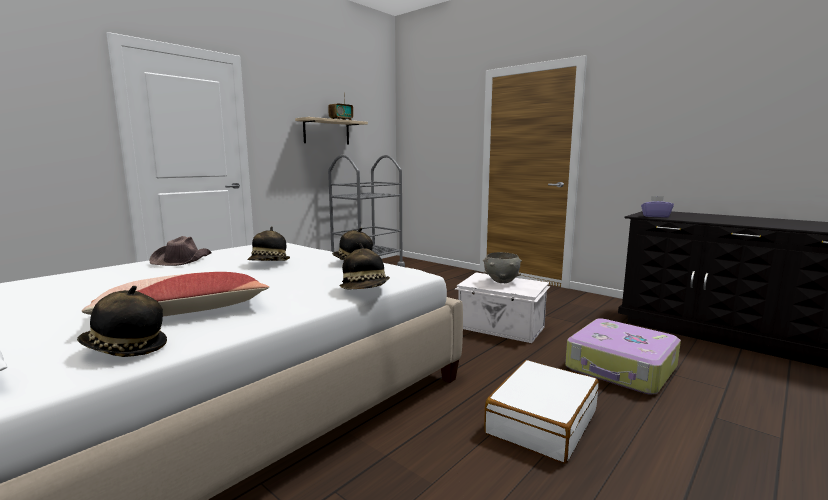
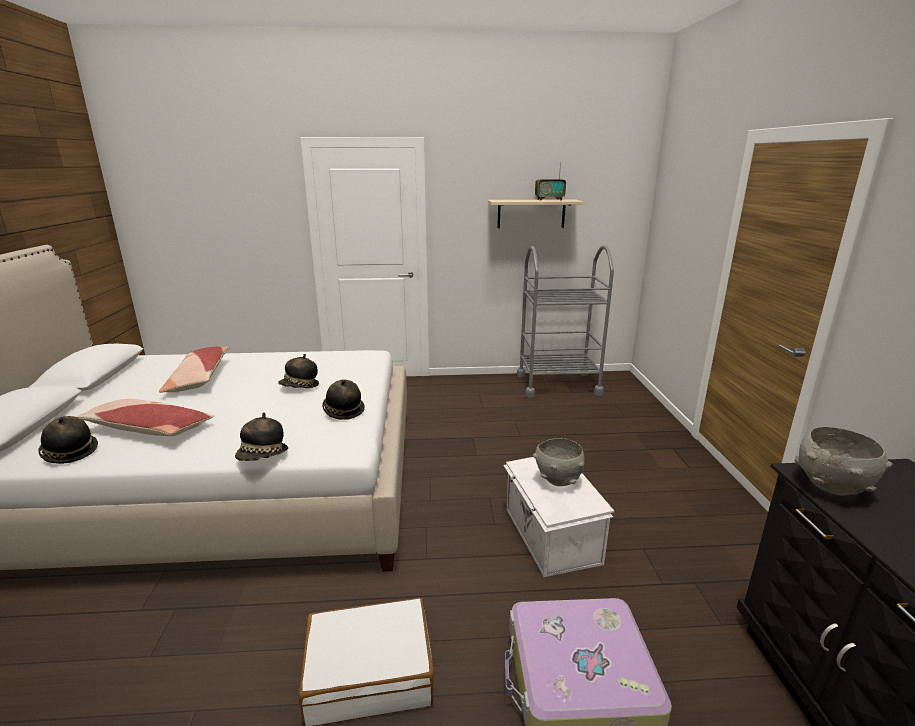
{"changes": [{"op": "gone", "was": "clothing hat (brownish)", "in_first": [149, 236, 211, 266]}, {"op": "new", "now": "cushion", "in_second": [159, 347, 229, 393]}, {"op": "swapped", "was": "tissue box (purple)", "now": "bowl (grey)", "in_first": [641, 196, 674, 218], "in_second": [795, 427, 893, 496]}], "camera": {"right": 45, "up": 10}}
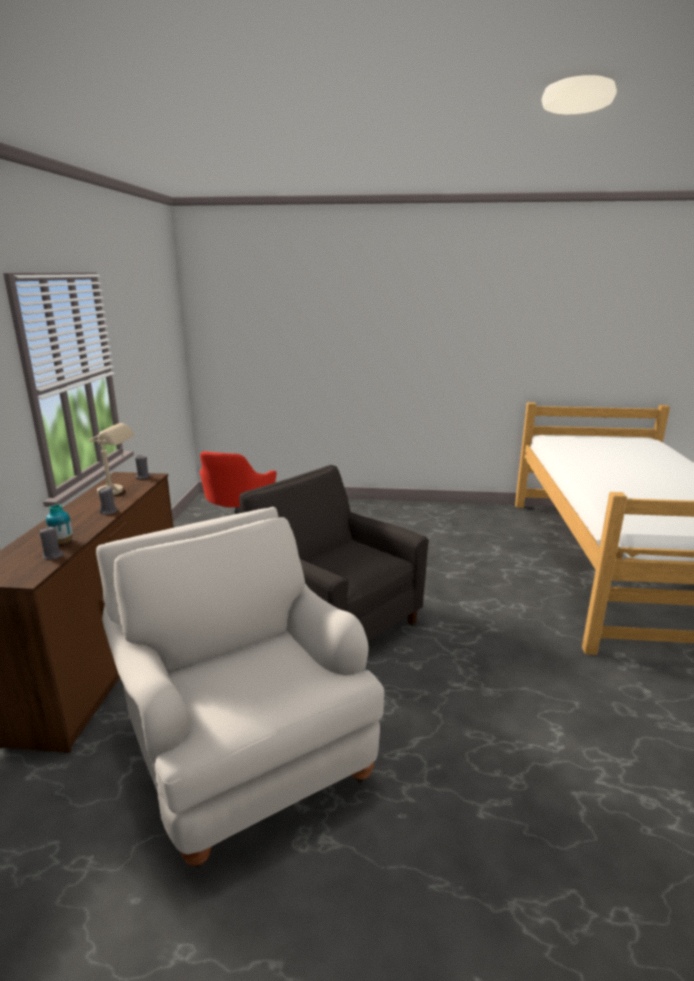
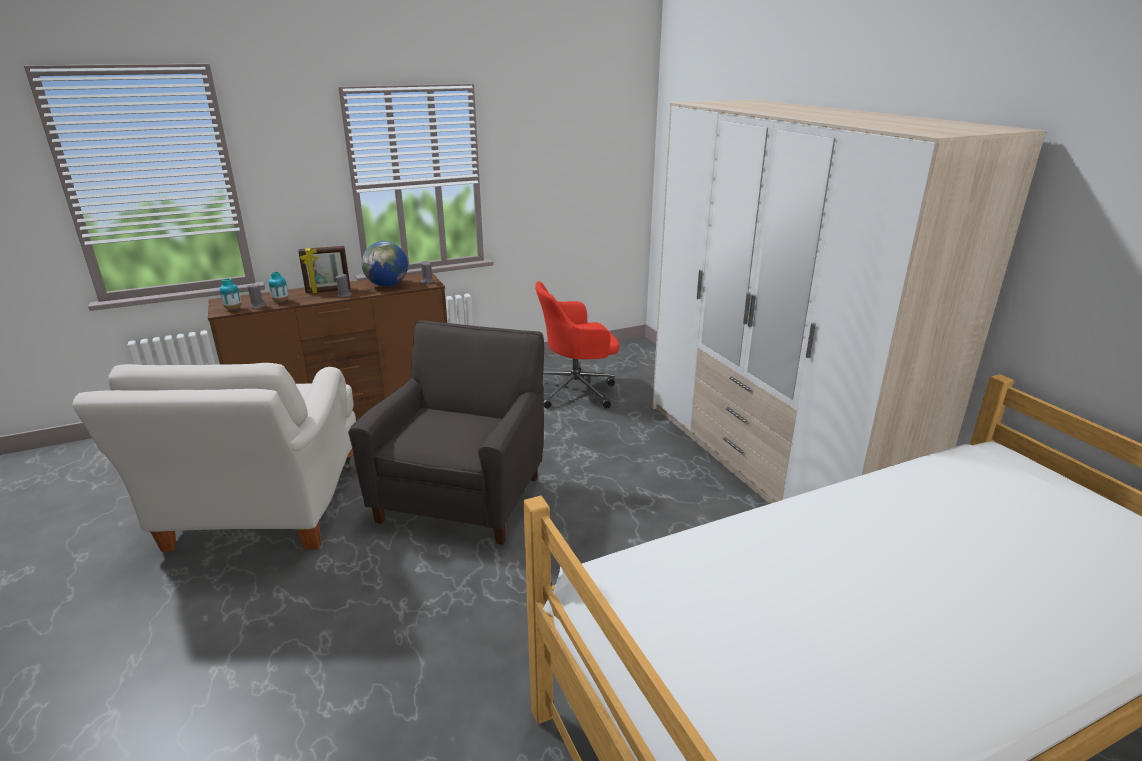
{"changes": [{"op": "new", "now": "decorative vase", "in_second": [220, 278, 241, 310]}, {"op": "new", "now": "standing frame", "in_second": [298, 246, 351, 293]}, {"op": "new", "now": "wardrobe", "in_second": [652, 99, 1046, 504]}, {"op": "swapped", "was": "tabletop lamp (beige)", "now": "desk globe", "in_first": [89, 423, 134, 495], "in_second": [362, 241, 408, 287]}, {"op": "rotated", "was": "easy chair (whitish)", "in_first": [96, 507, 384, 868], "in_second": [73, 363, 356, 552], "clockwise": 150}], "camera": {"right": 60, "up": 5}}
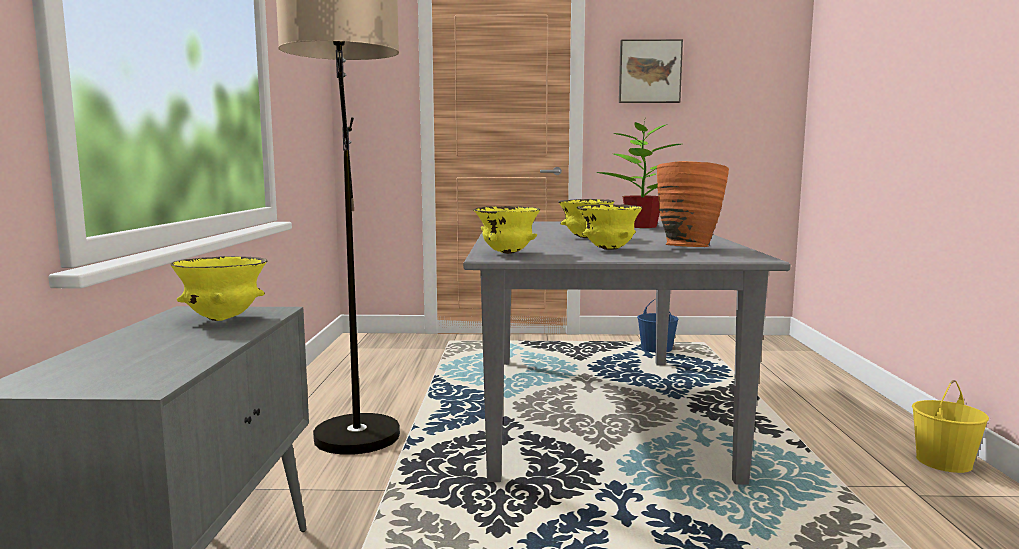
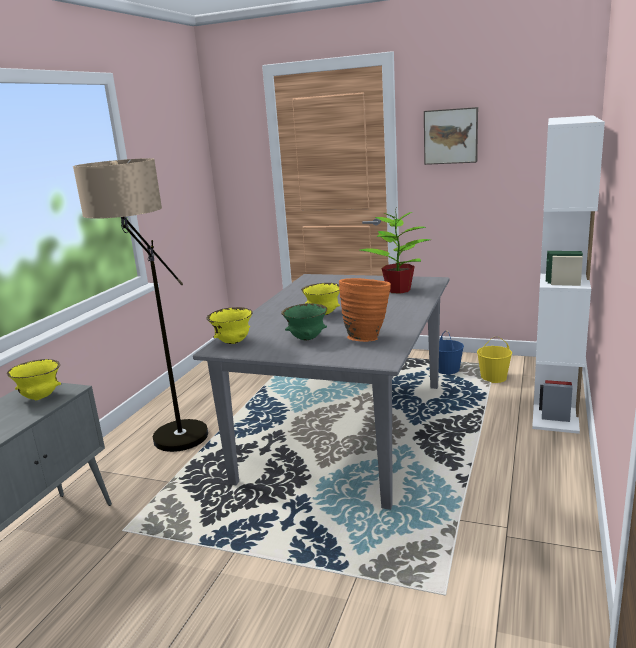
{"changes": [{"op": "new", "now": "bookcase (whitish)", "in_second": [532, 115, 605, 434]}, {"op": "shifted", "was": "pail (yellow)", "in_first": [912, 380, 989, 473], "in_second": [477, 336, 512, 383]}, {"op": "repainted", "was": "bowl (yellow)", "now": "bowl (green-coloured)", "in_first": [577, 204, 642, 250], "in_second": [281, 303, 327, 340]}], "camera": {"right": 20, "up": 10}}
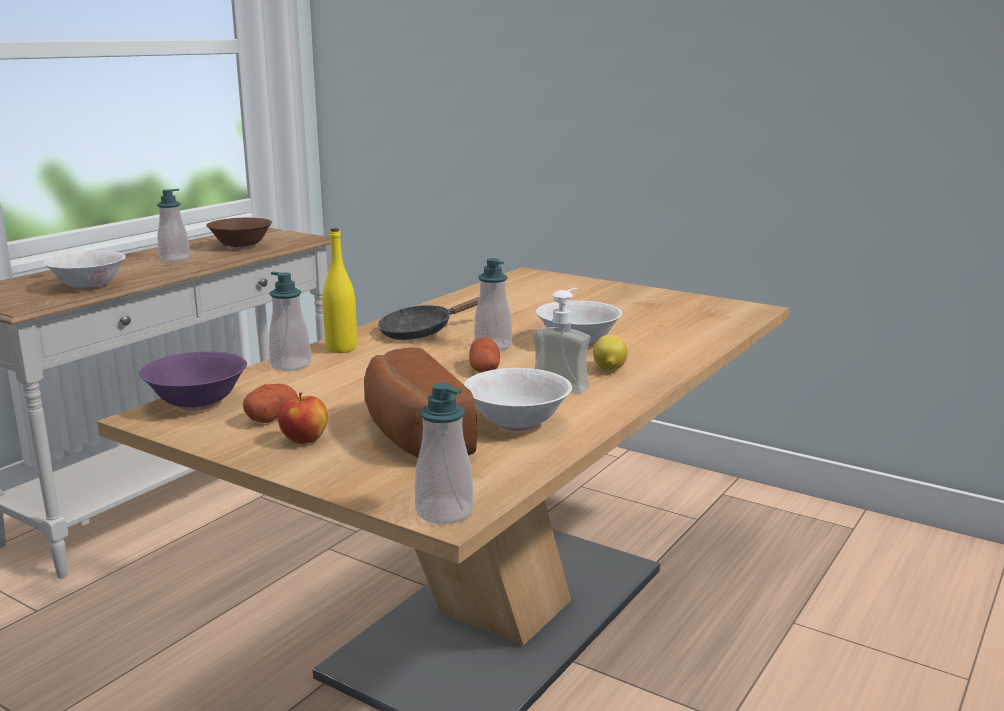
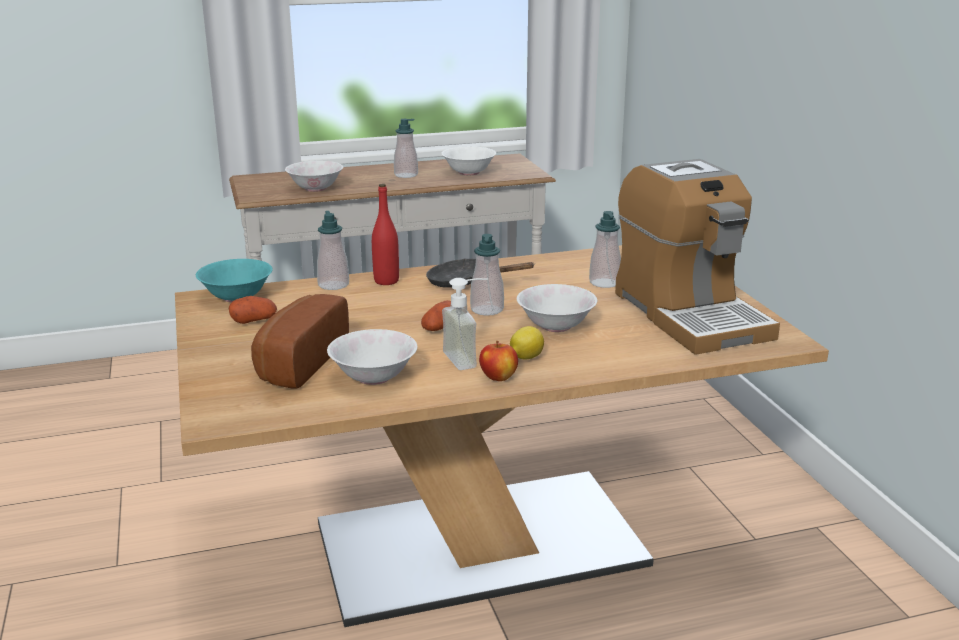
{"changes": [{"op": "new", "now": "coffee machine", "in_second": [615, 159, 780, 355]}, {"op": "shifted", "was": "apple", "in_first": [278, 392, 328, 444], "in_second": [479, 341, 518, 381]}, {"op": "shifted", "was": "soap bottle", "in_first": [415, 383, 473, 524], "in_second": [589, 211, 621, 288]}, {"op": "repainted", "was": "bowl (purple)", "now": "bowl (turquoise)", "in_first": [139, 352, 247, 411], "in_second": [196, 259, 273, 302]}, {"op": "repainted", "was": "bowl (brownish)", "now": "bowl (whitish)", "in_first": [206, 218, 272, 249], "in_second": [441, 146, 496, 175]}, {"op": "repainted", "was": "bottle (yellow)", "now": "bottle (reddish)", "in_first": [322, 228, 357, 353], "in_second": [372, 184, 399, 285]}], "camera": {"right": 40, "up": 5}}
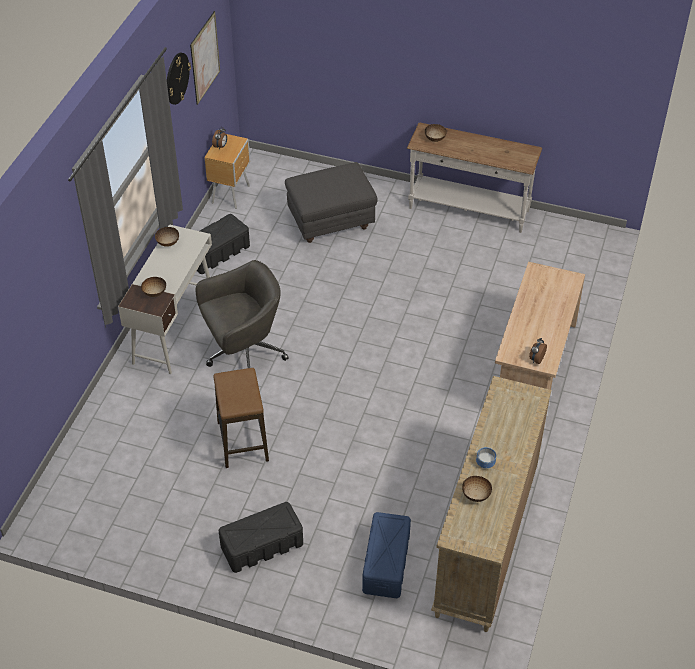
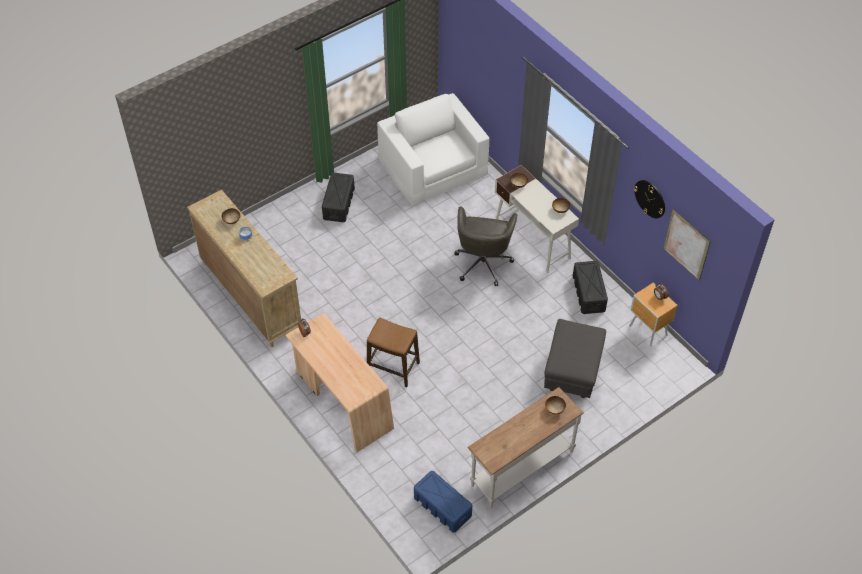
{"changes": [{"op": "new", "now": "easy chair (whitish)", "in_second": [377, 93, 489, 205]}, {"op": "shifted", "was": "stool", "in_first": [213, 368, 269, 468], "in_second": [367, 317, 420, 387]}, {"op": "shifted", "was": "storage bin (bluish)", "in_first": [362, 512, 411, 598], "in_second": [414, 471, 472, 533]}], "camera": {"right": 125, "up": 5}}
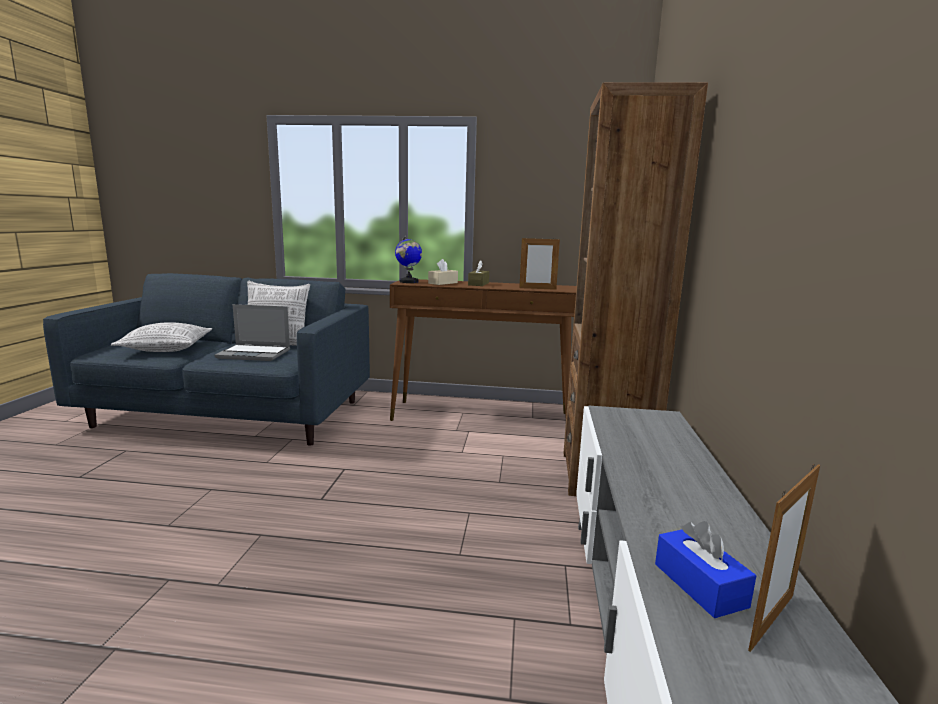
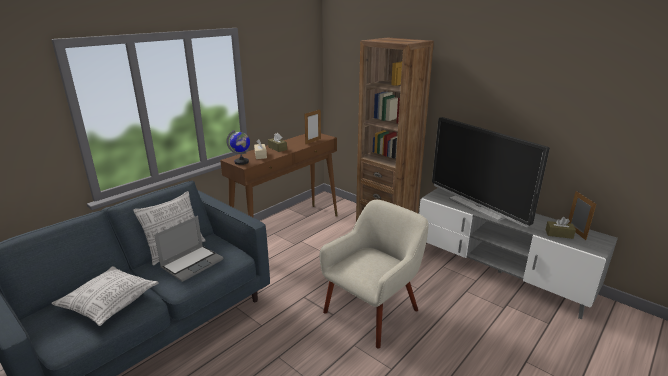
{"changes": [{"op": "new", "now": "easy chair (beige)", "in_second": [319, 200, 428, 348]}, {"op": "new", "now": "TV set", "in_second": [432, 117, 550, 227]}, {"op": "repainted", "was": "tissue box (bluish)", "now": "tissue box (brownish)", "in_first": [655, 521, 756, 618], "in_second": [545, 217, 576, 239]}], "camera": {"right": -55, "up": 10}}
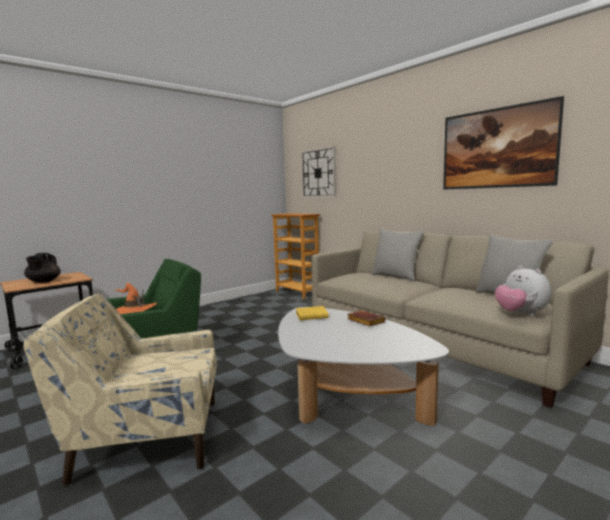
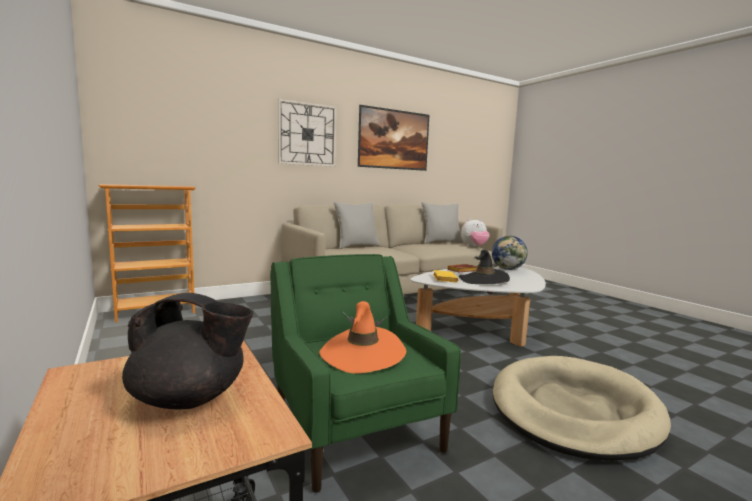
{"changes": [{"op": "new", "now": "clothing hat (blackish)", "in_second": [459, 249, 510, 284]}, {"op": "new", "now": "desk globe", "in_second": [492, 236, 527, 270]}, {"op": "shifted", "was": "wall clock", "in_first": [301, 146, 336, 198], "in_second": [278, 99, 336, 167]}, {"op": "swapped", "was": "easy chair (beige)", "now": "dog cushion (beige)", "in_first": [23, 294, 217, 486], "in_second": [493, 356, 671, 461]}], "camera": {"right": -80, "up": 0}}
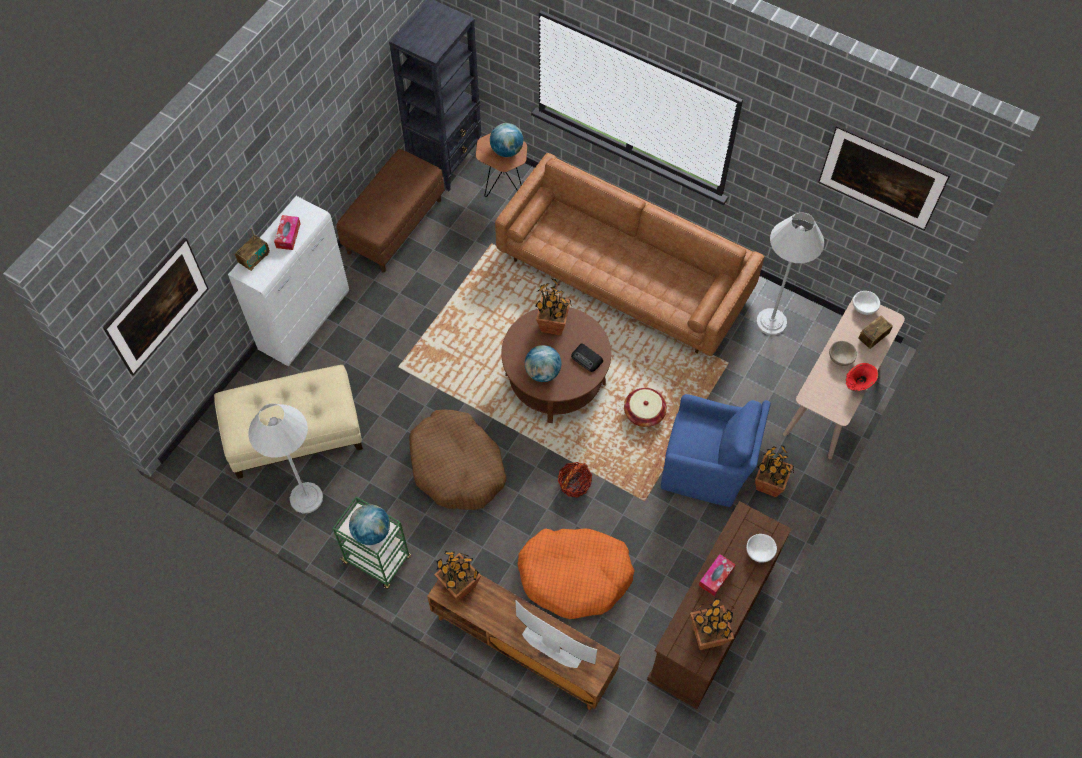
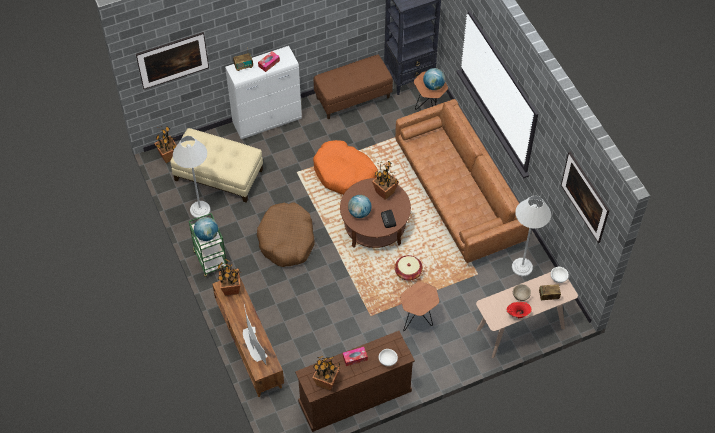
{"changes": [{"op": "gone", "was": "basket", "in_first": [558, 462, 592, 498]}, {"op": "shifted", "was": "dog cushion (orange-coloured)", "in_first": [518, 528, 635, 619], "in_second": [313, 140, 378, 195]}, {"op": "shifted", "was": "plant in a pot", "in_first": [755, 446, 794, 497], "in_second": [154, 126, 177, 163]}, {"op": "swapped", "was": "easy chair (bluish)", "now": "accent table (brownish)", "in_first": [661, 394, 771, 507], "in_second": [400, 282, 439, 331]}], "camera": {"right": 35, "up": -5}}
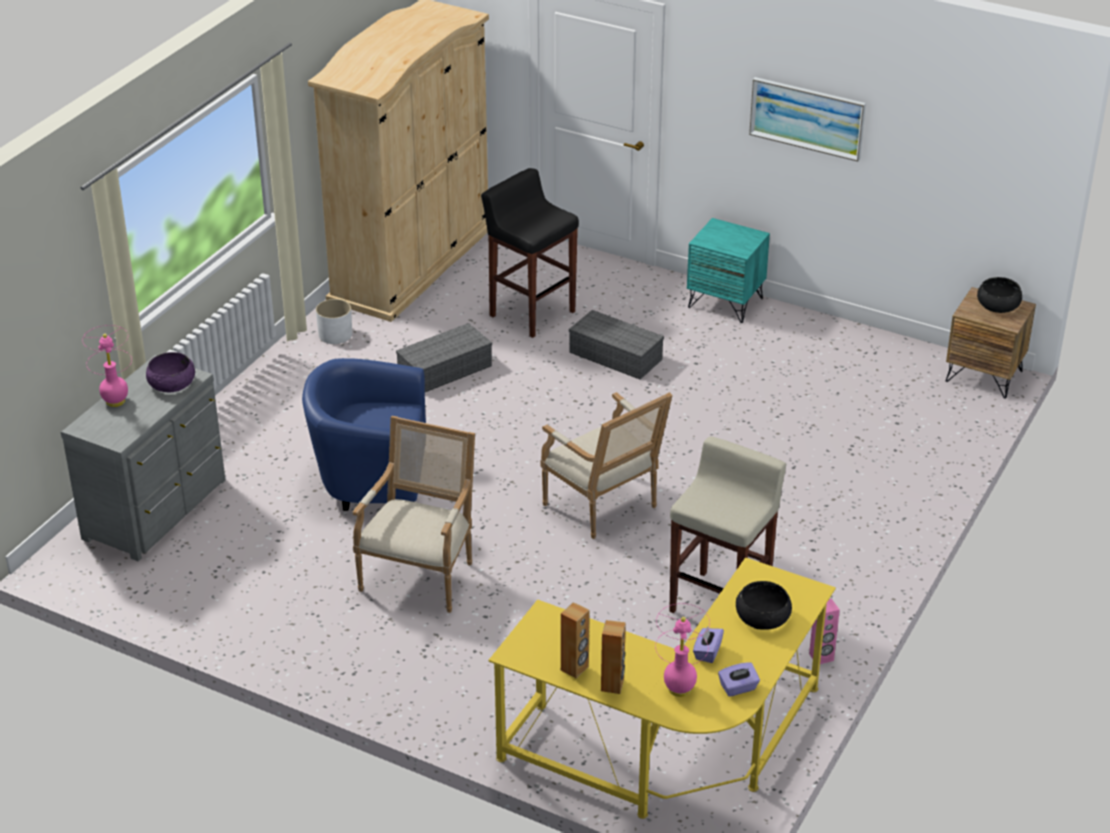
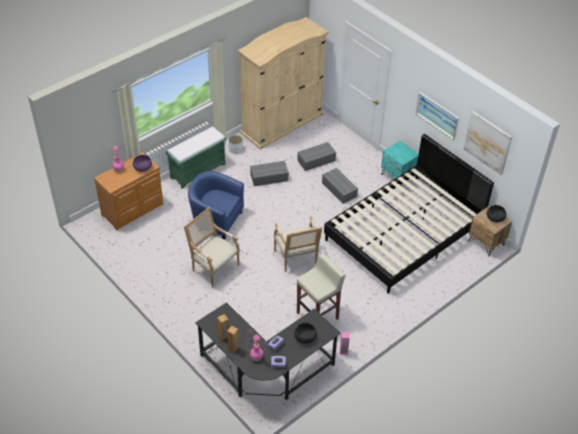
{"changes": [{"op": "new", "now": "long seat (green-coloured)", "in_second": [166, 126, 227, 189]}, {"op": "new", "now": "bed (blackish)", "in_second": [324, 134, 494, 293]}, {"op": "new", "now": "wall picture", "in_second": [464, 111, 512, 175]}, {"op": "swapped", "was": "stool (blackish)", "now": "storage bin (grey)", "in_first": [481, 168, 579, 338], "in_second": [297, 142, 337, 171]}, {"op": "repainted", "was": "chest of drawers (grey)", "now": "chest of drawers (brownish)", "in_first": [61, 355, 226, 561], "in_second": [94, 153, 164, 231]}, {"op": "repainted", "was": "desk unit (yellow)", "now": "desk unit (blackish)", "in_first": [489, 557, 836, 819], "in_second": [195, 302, 341, 400]}, {"op": "rotated", "was": "easy chair", "in_first": [352, 416, 475, 613], "in_second": [184, 207, 240, 288], "clockwise": -90}], "camera": {"right": 20, "up": 10}}
